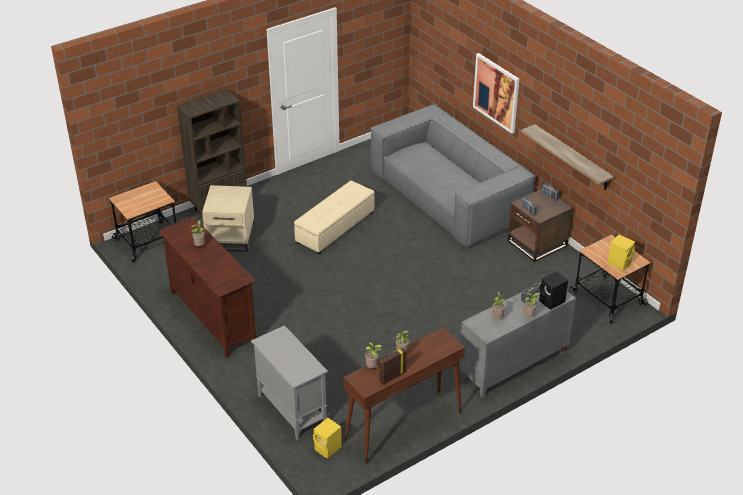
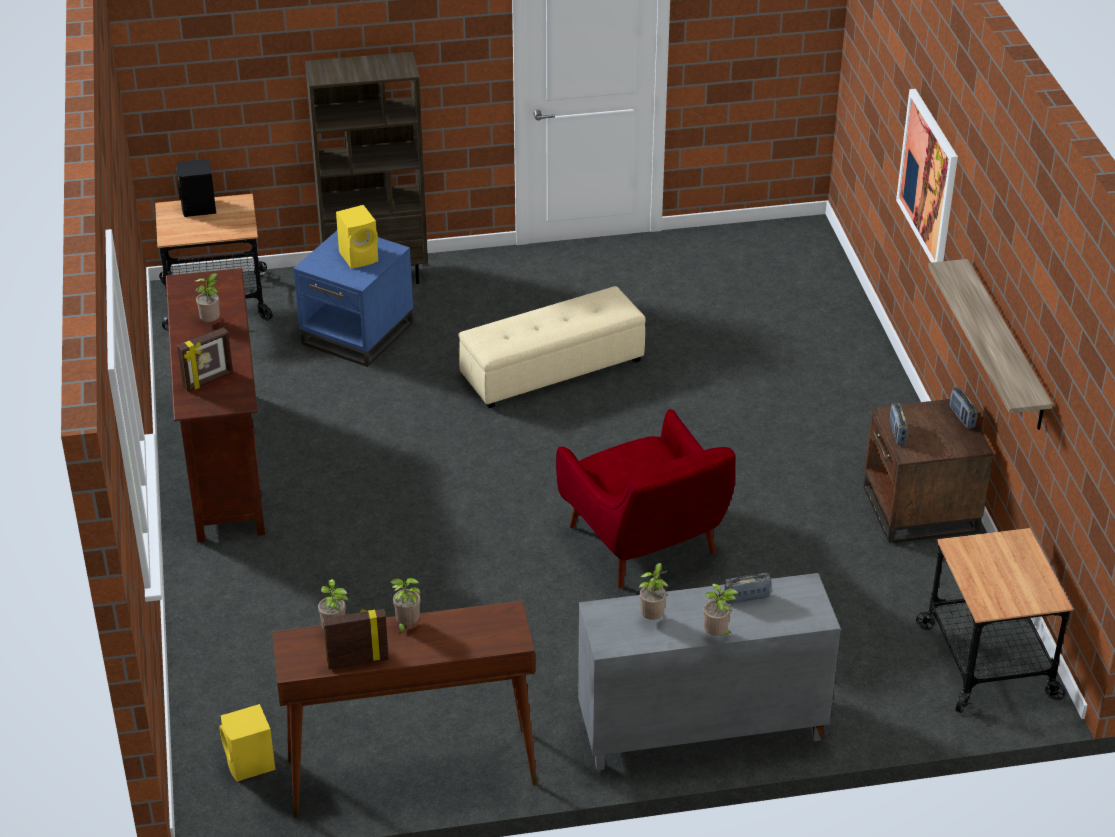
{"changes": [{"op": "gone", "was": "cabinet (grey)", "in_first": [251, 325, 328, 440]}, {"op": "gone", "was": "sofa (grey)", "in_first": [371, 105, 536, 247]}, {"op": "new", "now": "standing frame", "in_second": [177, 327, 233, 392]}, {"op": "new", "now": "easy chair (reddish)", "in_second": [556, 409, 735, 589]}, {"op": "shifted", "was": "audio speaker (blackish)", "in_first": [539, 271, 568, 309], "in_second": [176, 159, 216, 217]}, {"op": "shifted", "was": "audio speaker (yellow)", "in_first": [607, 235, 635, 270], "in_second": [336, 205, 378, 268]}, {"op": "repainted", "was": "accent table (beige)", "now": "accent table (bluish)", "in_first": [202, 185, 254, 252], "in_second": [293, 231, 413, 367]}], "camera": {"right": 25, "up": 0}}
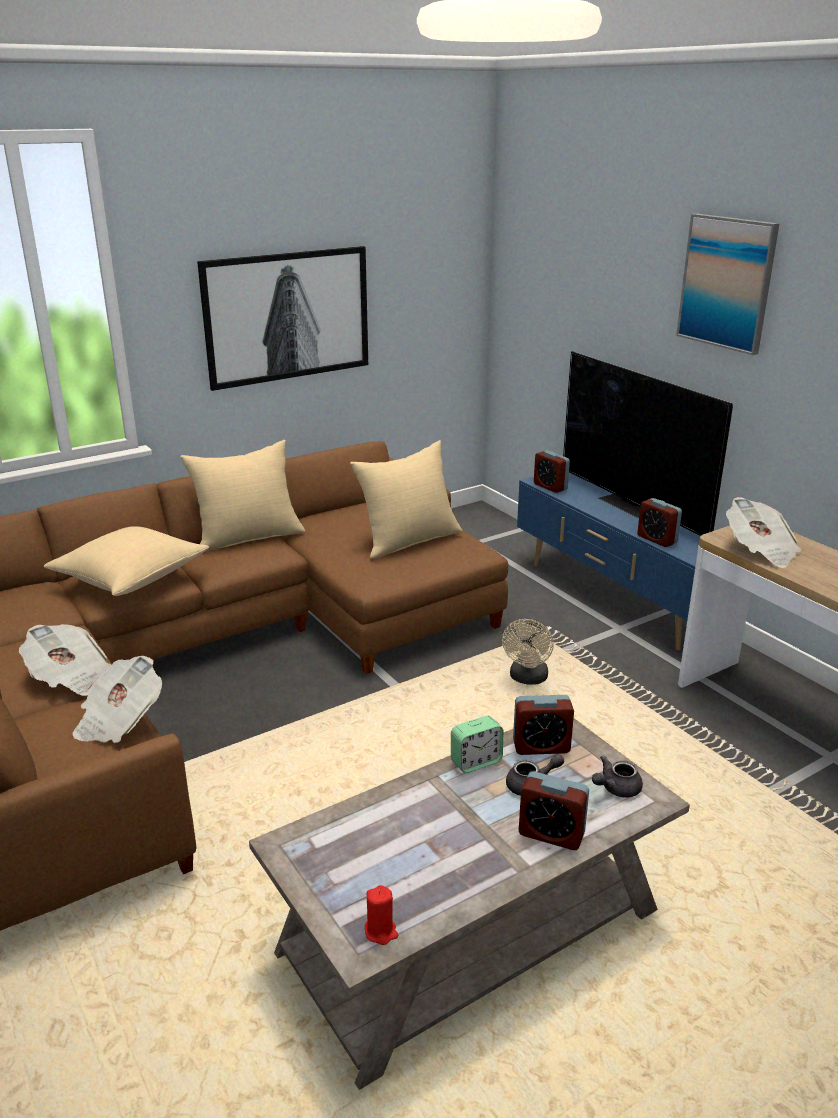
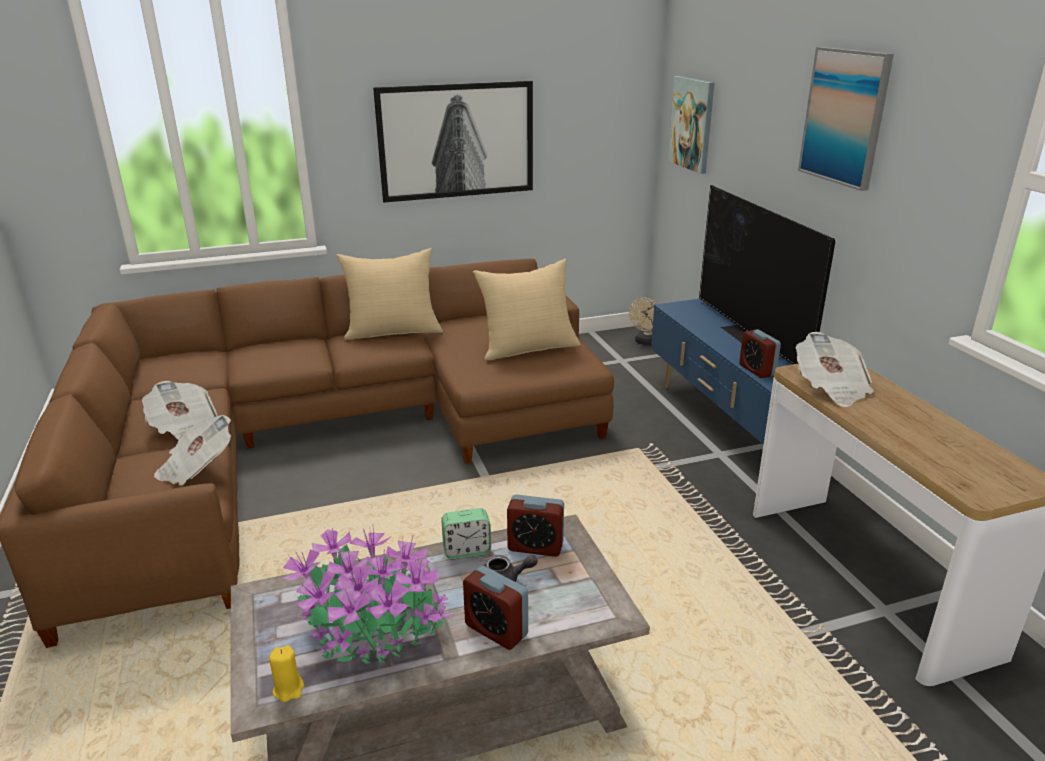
{"changes": [{"op": "gone", "was": "cushion (beige)", "in_first": [44, 526, 209, 596]}, {"op": "gone", "was": "table clock", "in_first": [534, 450, 570, 493]}, {"op": "gone", "was": "tea pot (grey)", "in_first": [592, 755, 643, 798]}, {"op": "new", "now": "plant in a pot", "in_second": [282, 528, 450, 664]}, {"op": "new", "now": "wall picture", "in_second": [668, 76, 714, 174]}, {"op": "shifted", "was": "fan (beige)", "in_first": [502, 619, 554, 685], "in_second": [629, 298, 657, 346]}, {"op": "repainted", "was": "wax light (reddish)", "now": "wax light (yellow)", "in_first": [365, 885, 398, 945], "in_second": [269, 645, 304, 702]}], "camera": {"right": 15, "up": 0}}
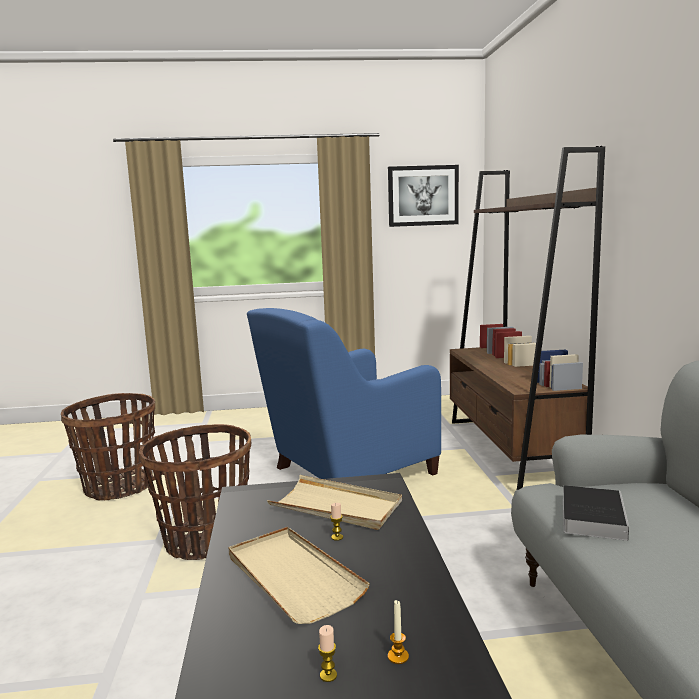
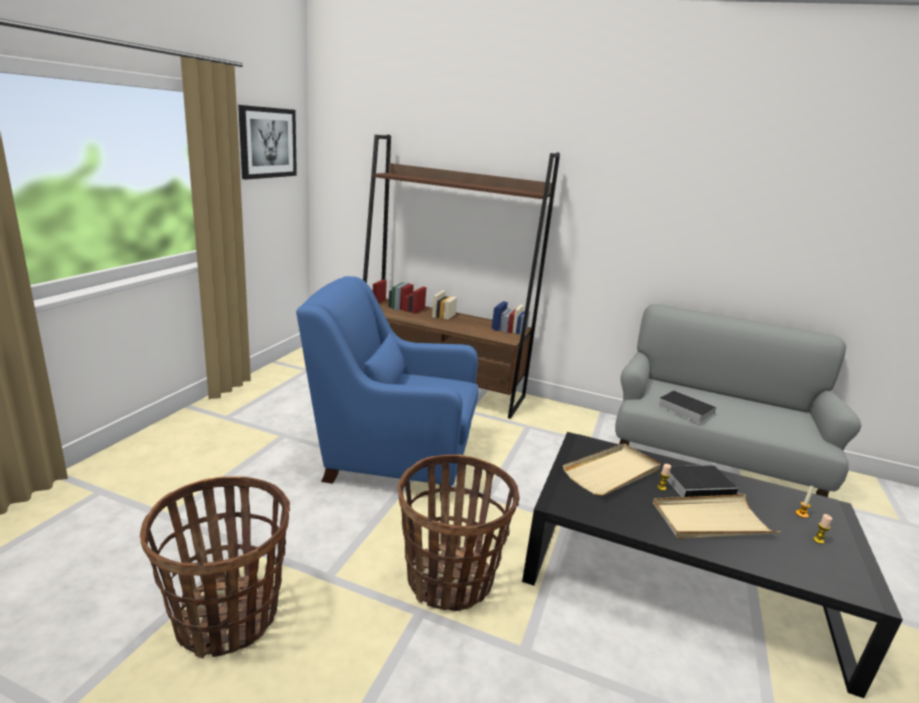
{"changes": [{"op": "new", "now": "book", "in_second": [667, 465, 741, 497]}, {"op": "rotated", "was": "easy chair (bluish)", "in_first": [247, 308, 441, 479], "in_second": [296, 276, 478, 501], "clockwise": 105}], "camera": {"right": -65, "up": 10}}
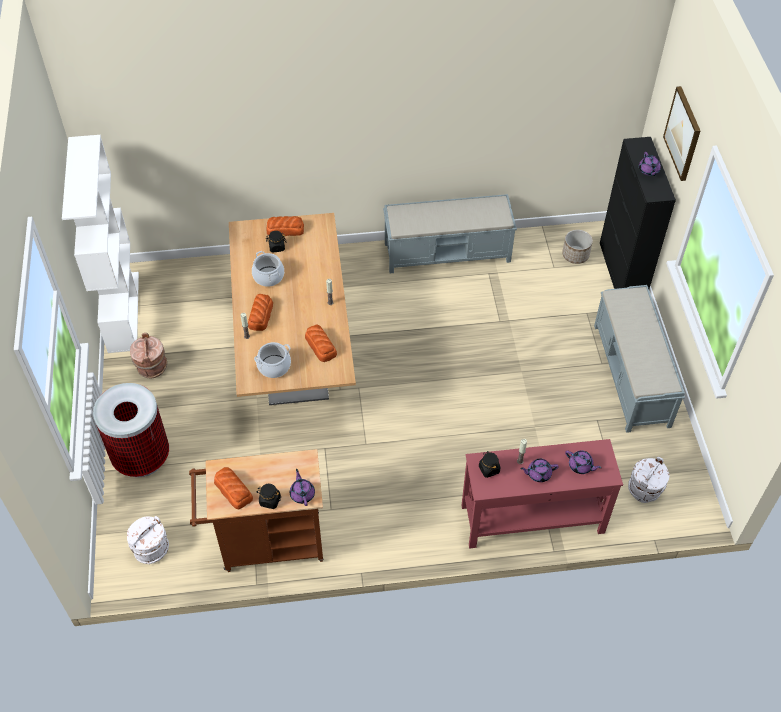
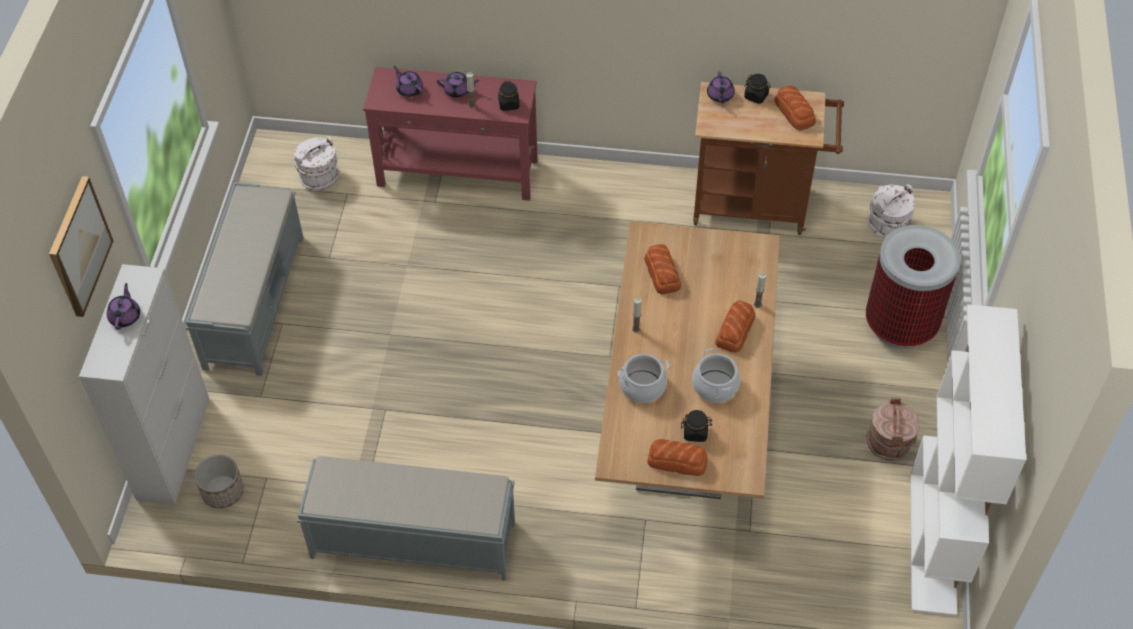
{"changes": [{"op": "shifted", "was": "saucepot", "in_first": [254, 342, 291, 378], "in_second": [618, 354, 670, 403]}, {"op": "repainted", "was": "cabinet (blackish)", "now": "cabinet (whitish)", "in_first": [600, 137, 676, 289], "in_second": [79, 264, 209, 505]}], "camera": {"right": -165, "up": 0}}
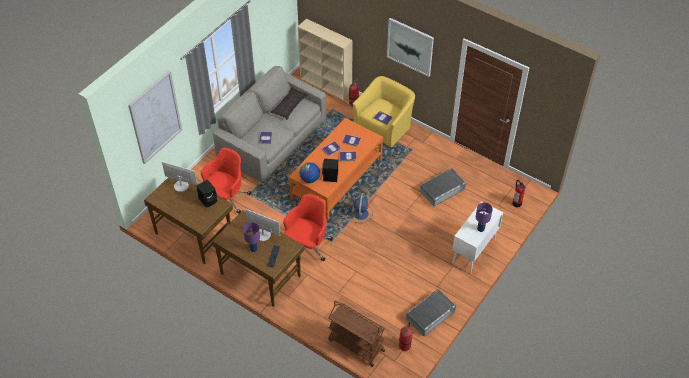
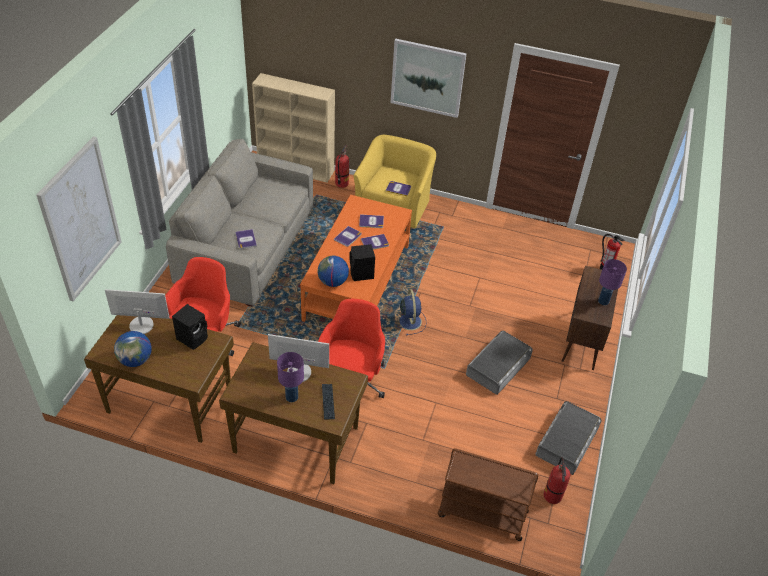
{"changes": [{"op": "gone", "was": "cushion", "in_first": [271, 87, 308, 120]}, {"op": "new", "now": "desk globe", "in_second": [114, 331, 152, 367]}, {"op": "shifted", "was": "storage bin (grey)", "in_first": [419, 168, 466, 206], "in_second": [466, 331, 533, 395]}, {"op": "repainted", "was": "cabinet (whitish)", "now": "cabinet (brownish)", "in_first": [452, 201, 503, 273], "in_second": [562, 266, 618, 370]}], "camera": {"right": -20, "up": -5}}
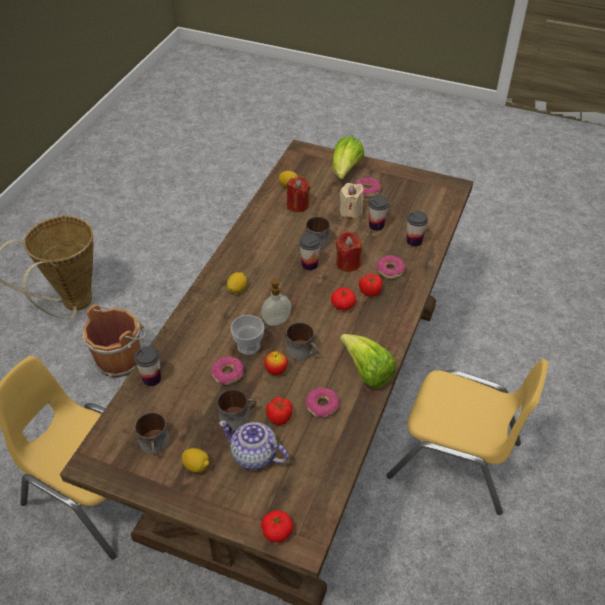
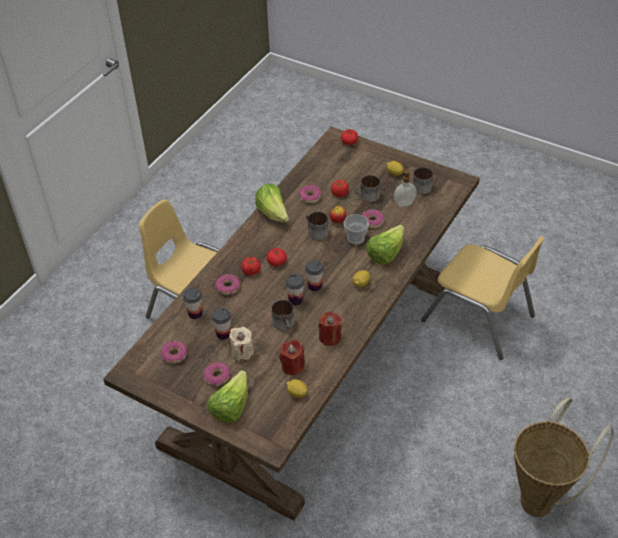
{"changes": [{"op": "gone", "was": "pail (brownish)", "in_first": [82, 304, 145, 378]}, {"op": "gone", "was": "tea pot", "in_first": [219, 421, 289, 470]}, {"op": "new", "now": "doughnut", "in_second": [161, 341, 187, 363]}, {"op": "new", "now": "lettuce", "in_second": [366, 225, 404, 265]}, {"op": "shifted", "was": "cup", "in_first": [134, 346, 161, 386], "in_second": [305, 260, 324, 291]}, {"op": "shifted", "was": "soap bottle", "in_first": [261, 278, 291, 326], "in_second": [394, 168, 417, 207]}, {"op": "shifted", "was": "wax light (reddish)", "in_first": [336, 231, 362, 272], "in_second": [319, 311, 342, 346]}], "camera": {"right": -170, "up": 0}}
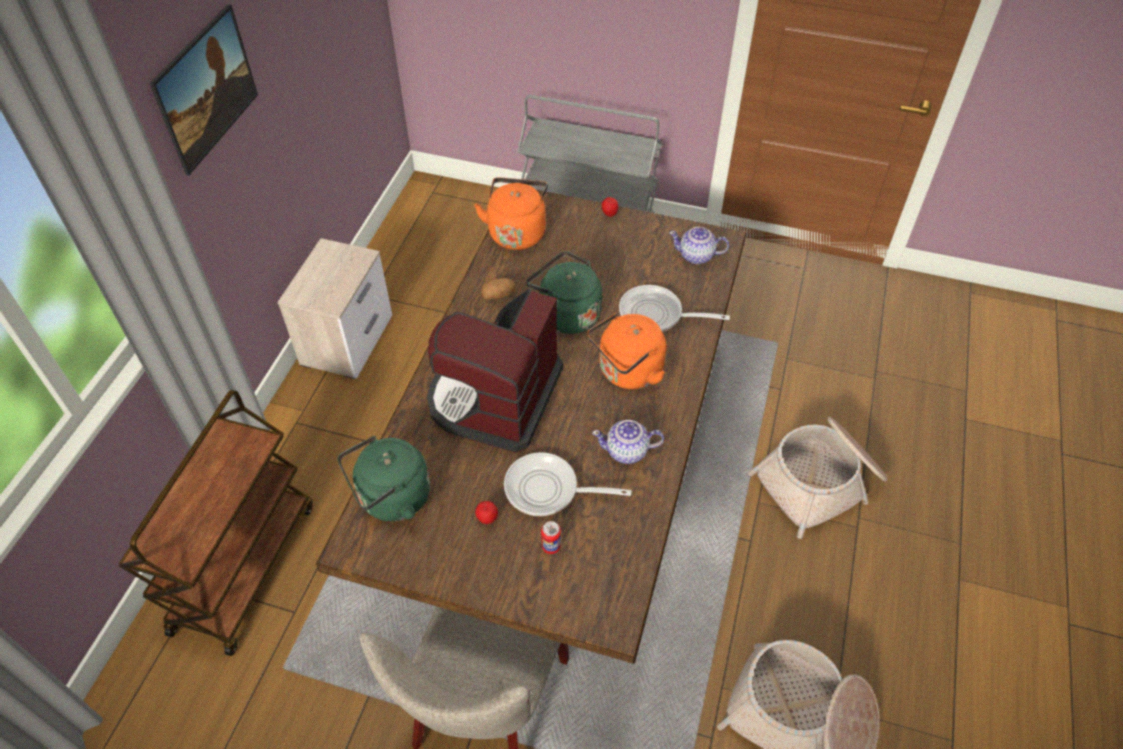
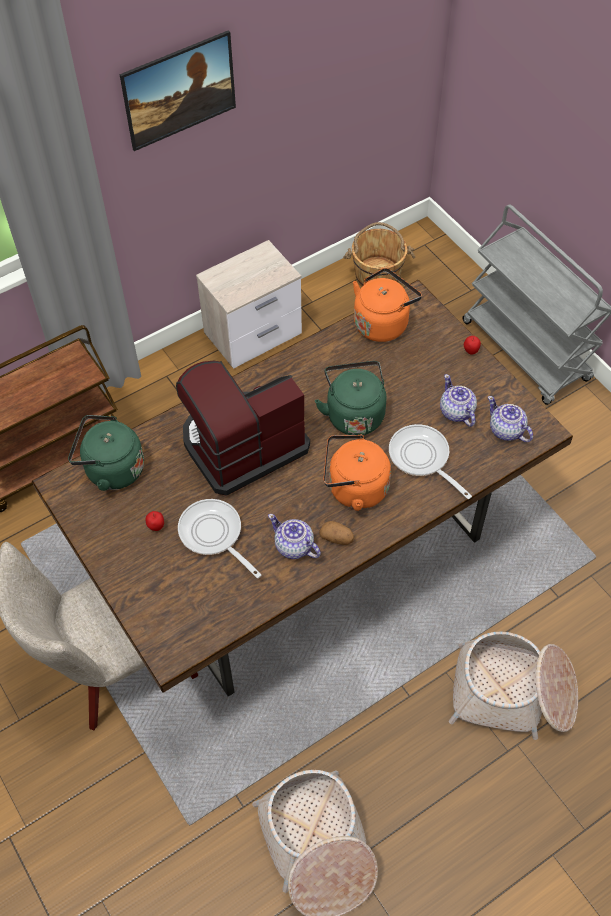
{"changes": [{"op": "gone", "was": "sealed can", "in_first": [541, 521, 561, 554]}, {"op": "new", "now": "pail (brownish)", "in_second": [343, 222, 415, 286]}, {"op": "new", "now": "tea pot", "in_second": [440, 374, 477, 427]}, {"op": "shifted", "was": "spud", "in_first": [481, 278, 515, 300], "in_second": [319, 521, 354, 545]}], "camera": {"right": 40, "up": 5}}
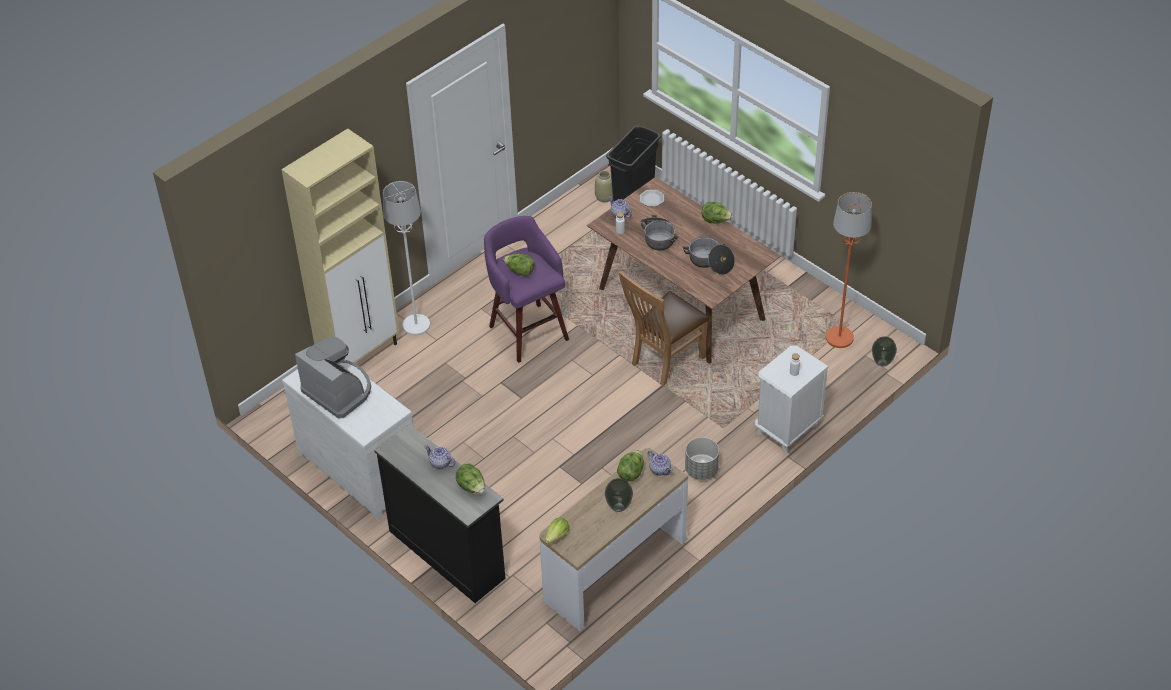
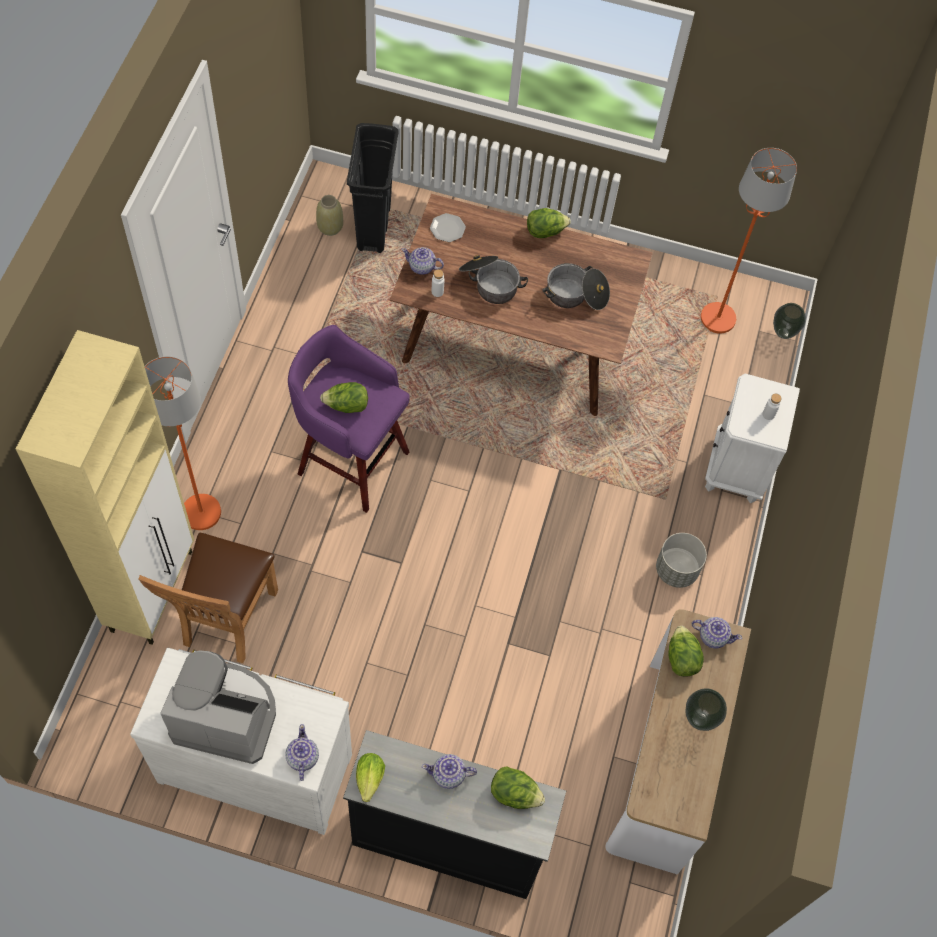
{"changes": [{"op": "new", "now": "tea pot", "in_second": [285, 724, 319, 781]}, {"op": "shifted", "was": "lettuce", "in_first": [545, 517, 569, 544], "in_second": [356, 753, 385, 802]}, {"op": "shifted", "was": "chair (brownish)", "in_first": [619, 271, 709, 386], "in_second": [138, 533, 278, 663]}, {"op": "repainted", "was": "floor lamp (whitish)", "now": "floor lamp (orange-coloured)", "in_first": [383, 181, 430, 336], "in_second": [144, 356, 221, 530]}], "camera": {"right": -35, "up": 15}}
